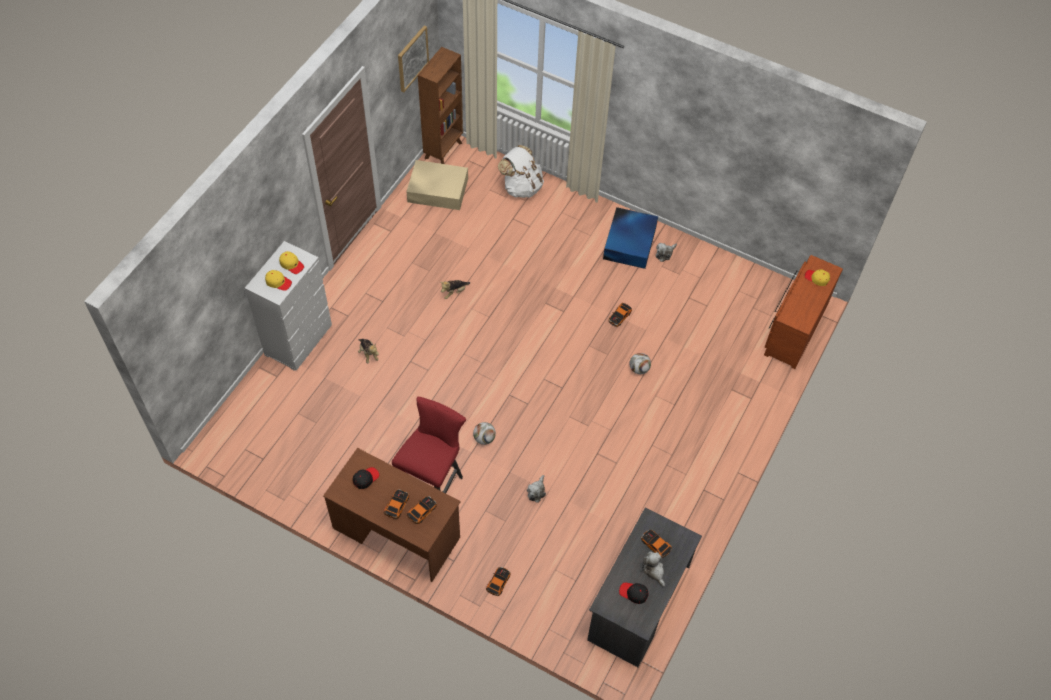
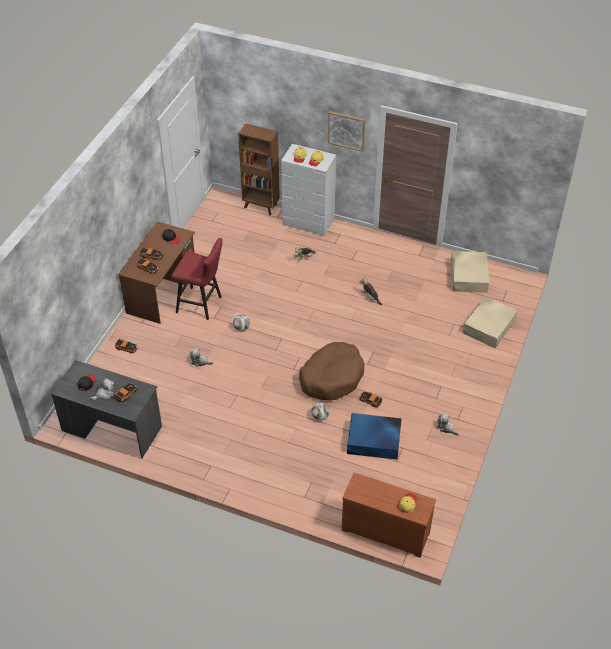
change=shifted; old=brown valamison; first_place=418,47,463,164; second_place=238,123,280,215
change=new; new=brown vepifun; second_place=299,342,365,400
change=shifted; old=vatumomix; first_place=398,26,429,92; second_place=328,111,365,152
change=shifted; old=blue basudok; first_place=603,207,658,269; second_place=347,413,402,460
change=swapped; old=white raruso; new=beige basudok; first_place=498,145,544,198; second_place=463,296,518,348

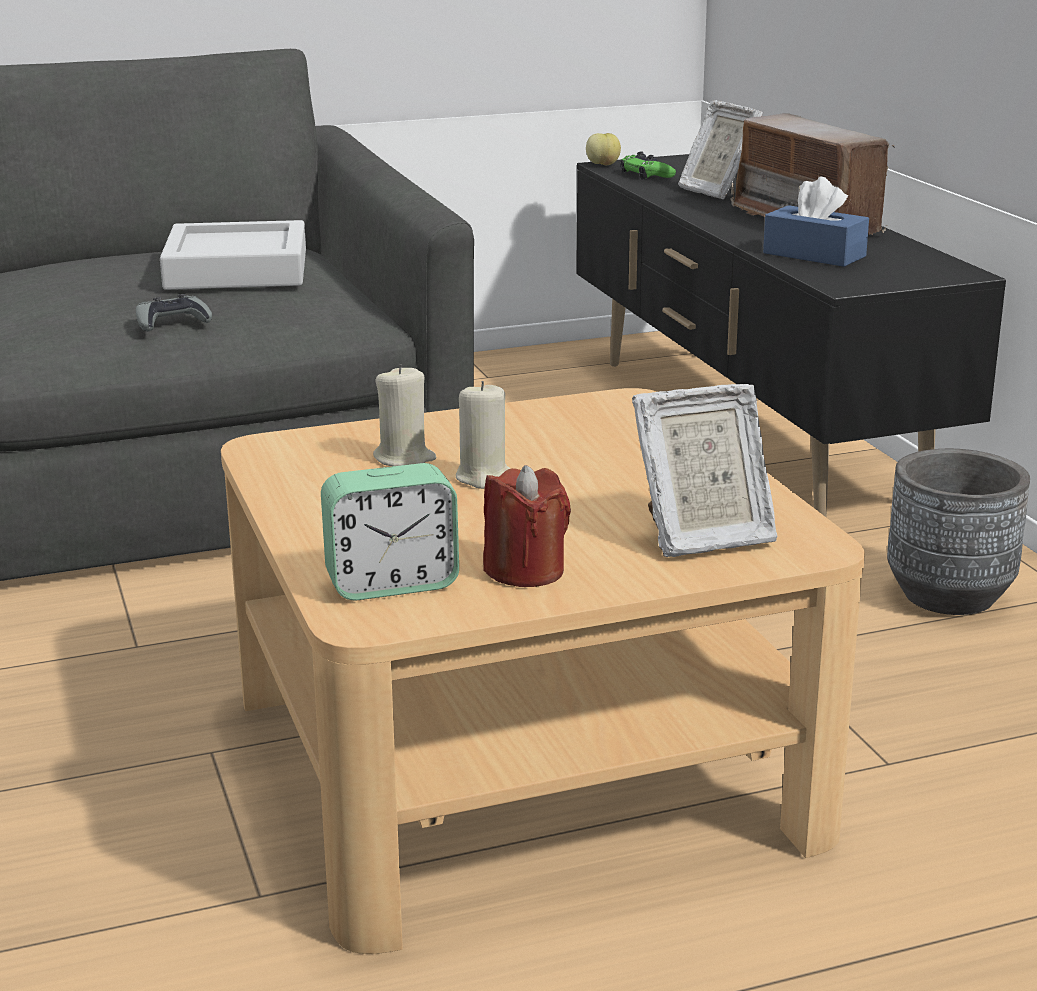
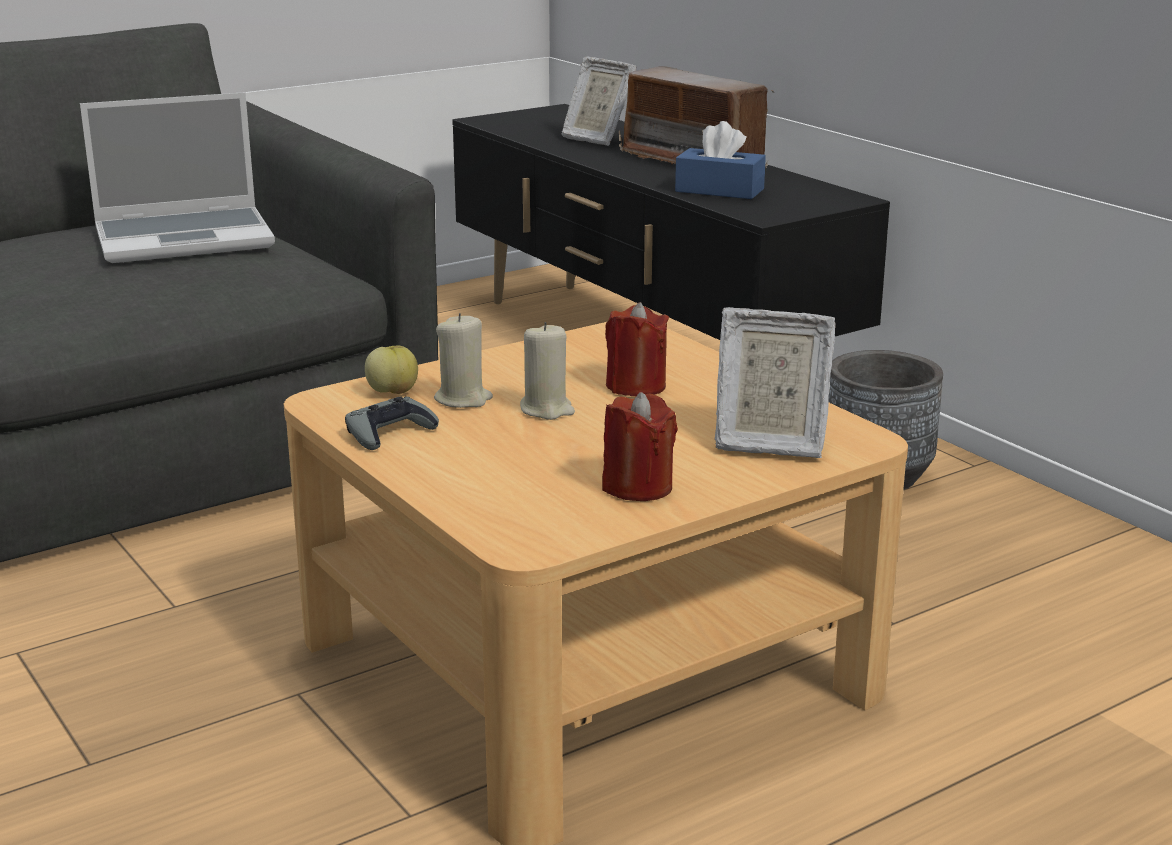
change=swapped; old=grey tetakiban; new=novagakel; first_place=160,220,306,290; second_place=80,92,275,263
change=shifted; old=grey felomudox; first_place=136,294,212,332; second_place=345,397,439,450
change=shifted; old=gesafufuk; first_place=586,133,621,165; second_place=365,345,418,394
change=new; new=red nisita; second_place=605,302,669,396
change=rotated; old=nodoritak; first_place=632,384,777,557; second_place=715,307,836,458; degrees=45
change=gone; old=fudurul; first_place=321,463,459,600
change=gone; old=green felomudox; first_place=621,151,676,180

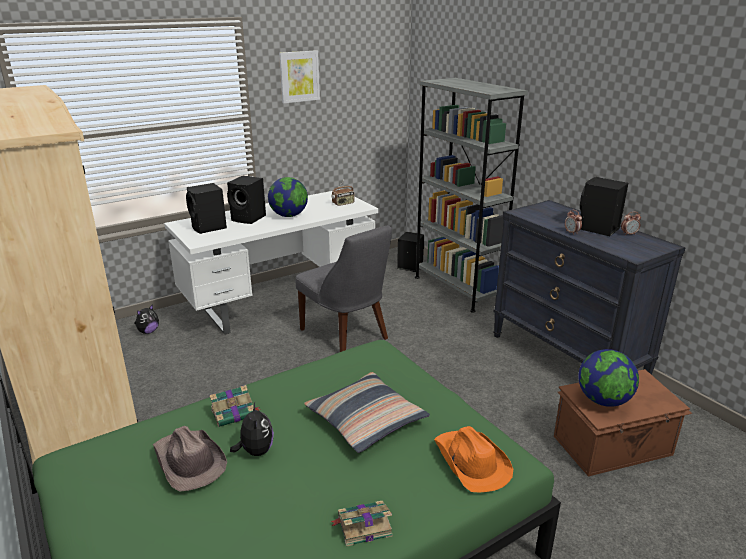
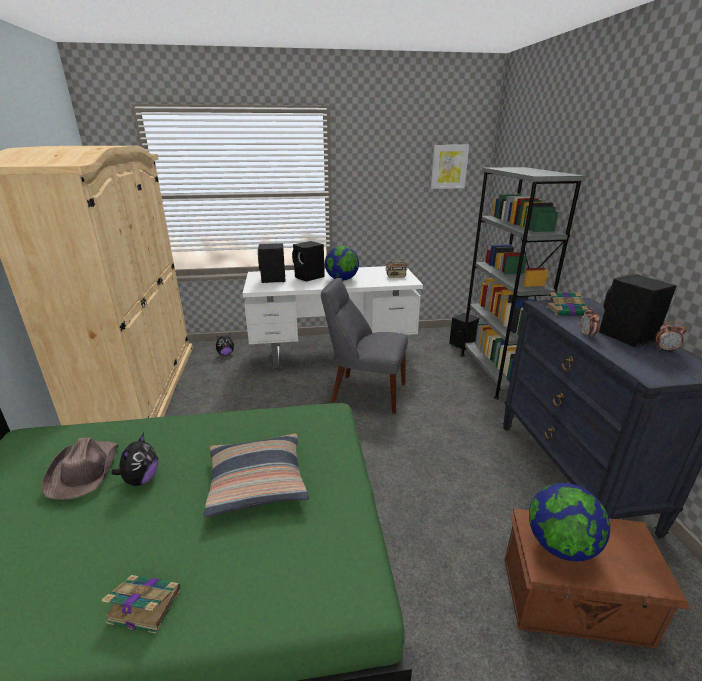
change=rotated; old=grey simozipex; first_place=296,225,392,352; second_place=321,278,408,414; degrees=120
change=shifted; old=vatumomix; first_place=279,50,320,103; second_place=431,145,469,189
change=shifted; old=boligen; first_place=209,385,261,427; second_place=546,292,588,316
change=gone; old=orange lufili; first_place=434,426,513,492

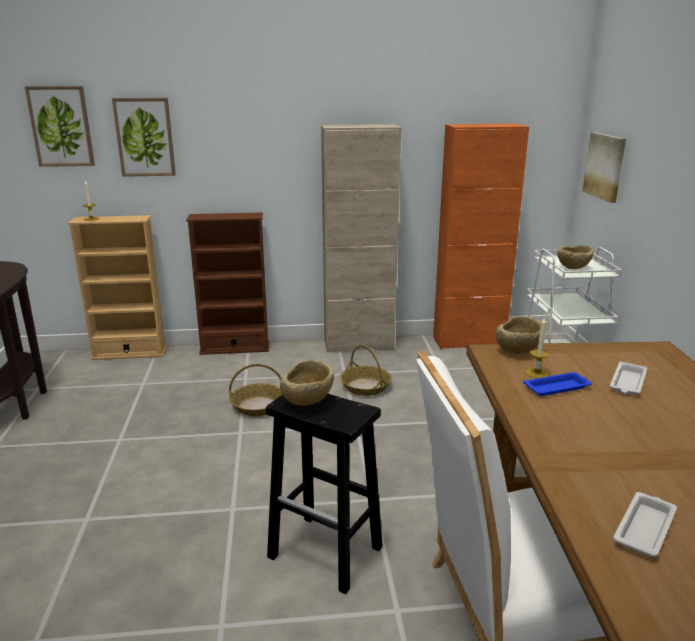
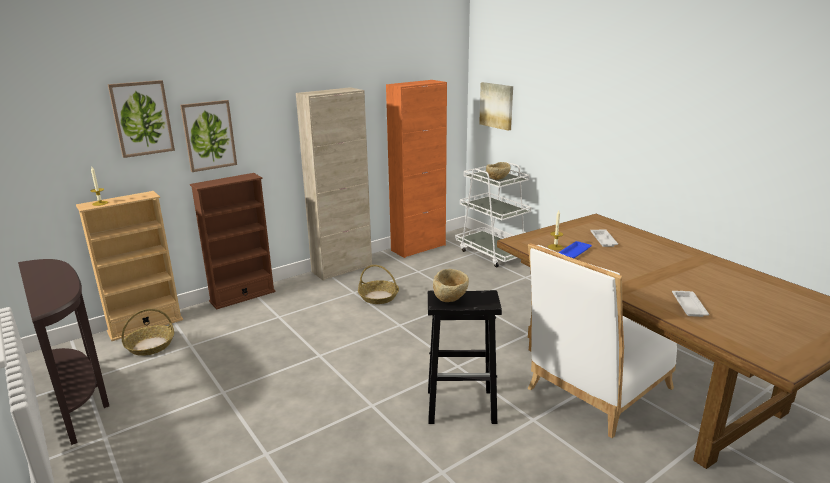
change=shifted; old=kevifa; first_place=229,364,282,416; second_place=122,309,174,356
change=shifted; old=vatumomix; first_place=25,86,95,167; second_place=180,100,237,172
change=gone; old=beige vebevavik; first_place=496,316,541,354

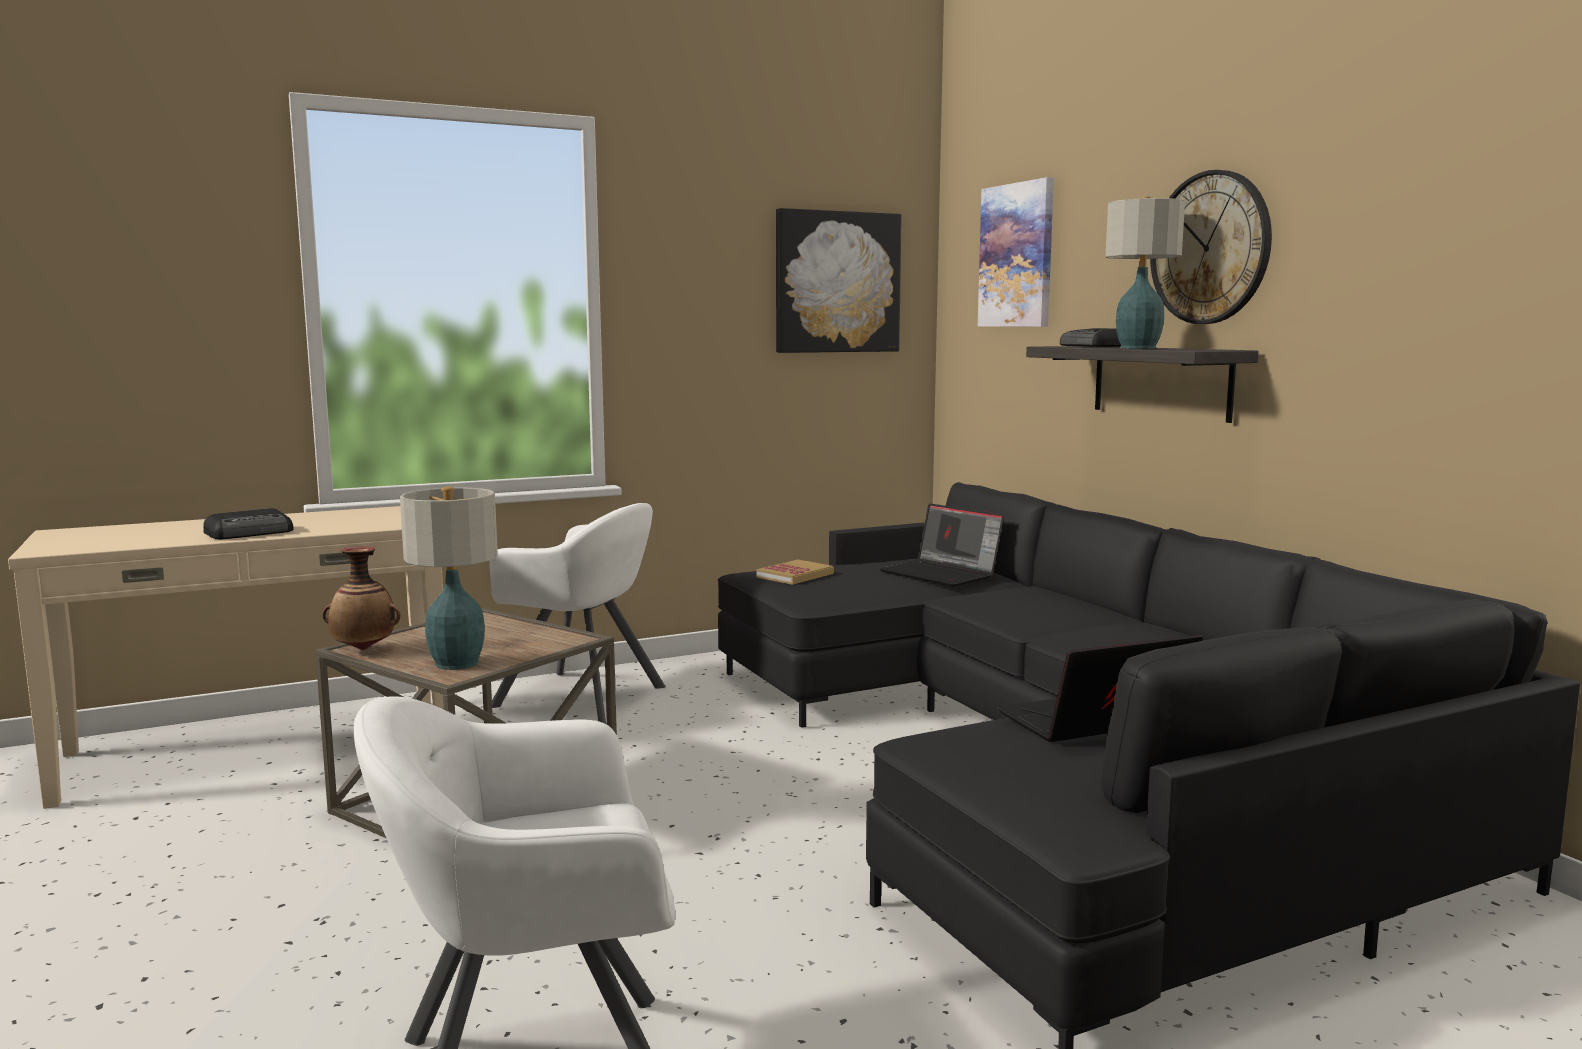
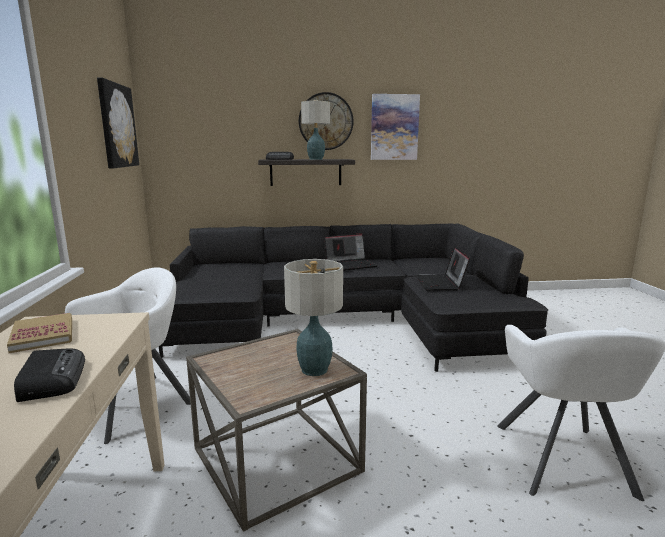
change=shifted; old=boligen; first_place=756,560,834,585; second_place=7,313,72,353
change=shifted; old=novagakel; first_place=880,503,1004,587; second_place=324,233,378,271
change=shifted; old=vatumomix; first_place=978,177,1054,327; second_place=371,94,420,160
change=gone; old=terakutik; first_place=323,546,400,650

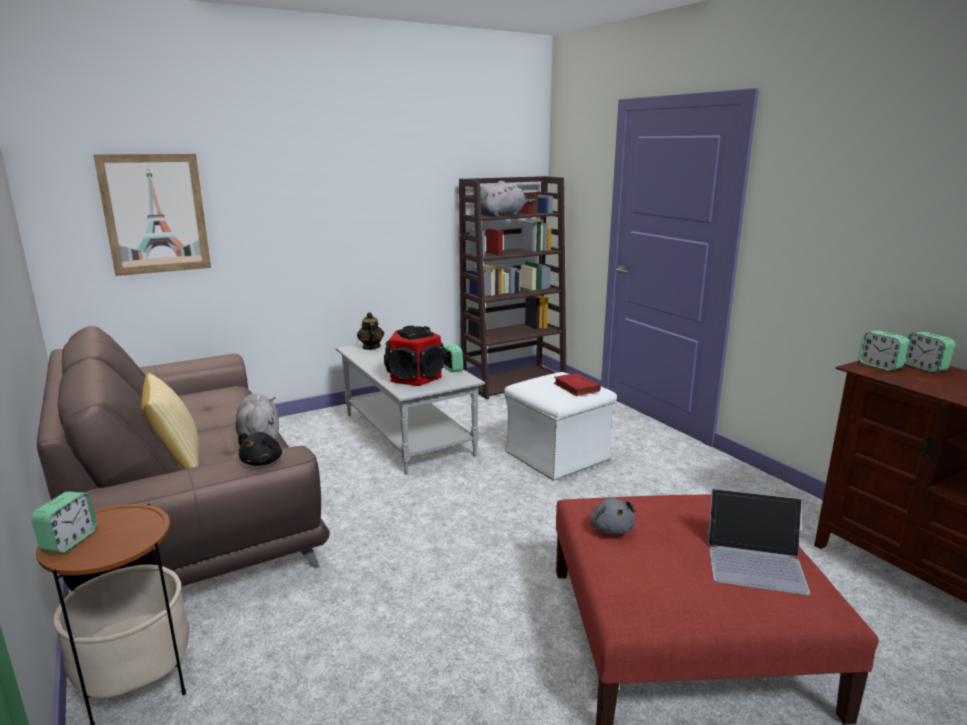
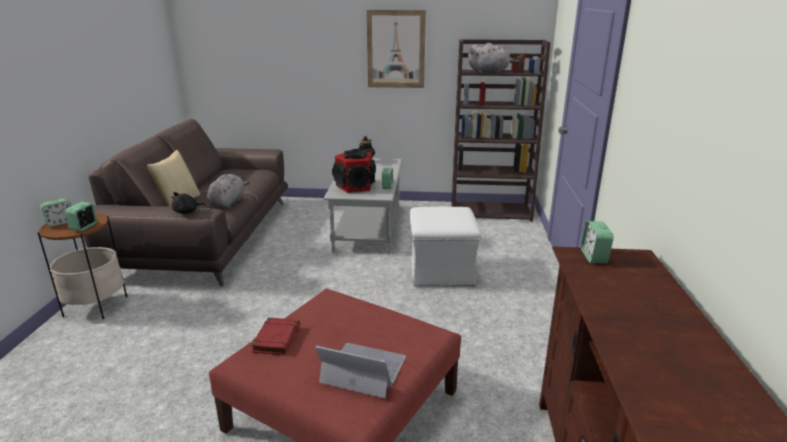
change=shifted; old=fudurul; first_place=904,332,955,373; second_place=65,202,97,231
change=shifted; old=red boligen; first_place=554,373,601,396; second_place=251,317,300,355
change=rotated; old=novagakel; first_place=707,488,811,595; second_place=315,343,406,399; degrees=150
change=shifted; old=vatumomix; first_place=94,154,211,276; second_place=367,10,426,88
change=gone; old=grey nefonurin; first_place=590,498,635,535

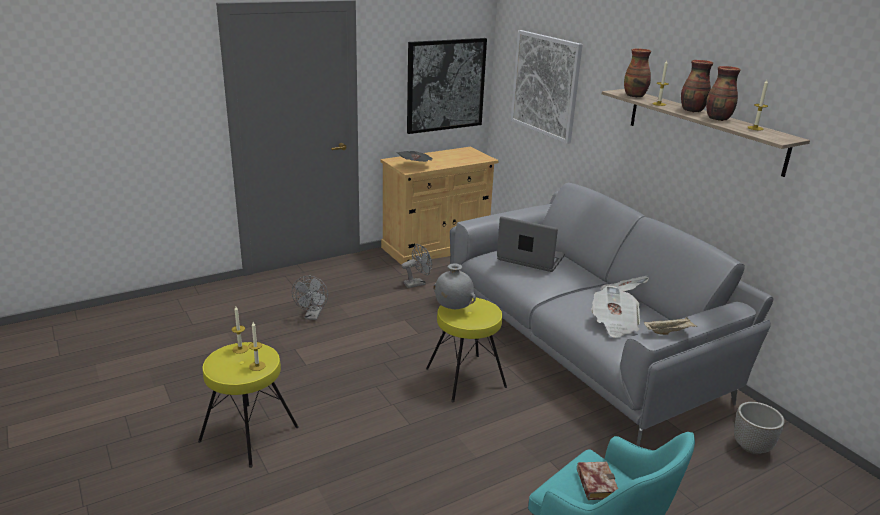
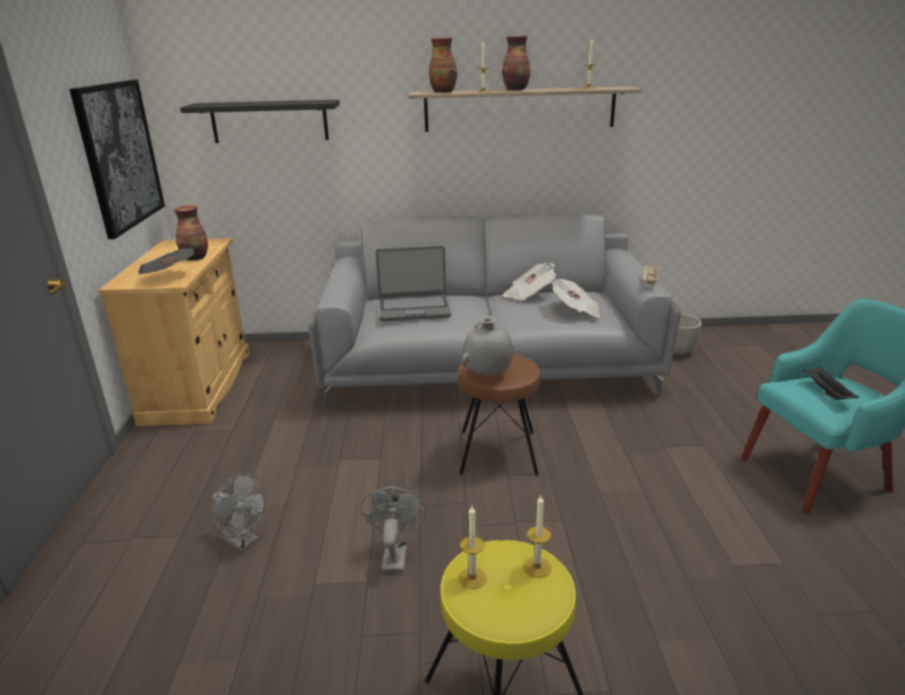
change=shifted; old=terakutik; first_place=706,66,741,121; second_place=174,205,208,260
change=swapped; old=vatumomix; new=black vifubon; first_place=511,30,583,144; second_place=180,100,340,143
change=shifted; old=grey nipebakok; first_place=401,244,432,288; second_place=361,486,426,573
change=rotated; old=novagakel; first_place=497,216,565,272; second_place=376,246,451,322; degrees=-150
change=repainted; old=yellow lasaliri; new=brown lasaliri; first_place=426,298,507,402; second_place=458,353,540,476
change=swapped; old=boligen; new=black tetakiban; first_place=577,462,618,500; second_place=804,367,858,400

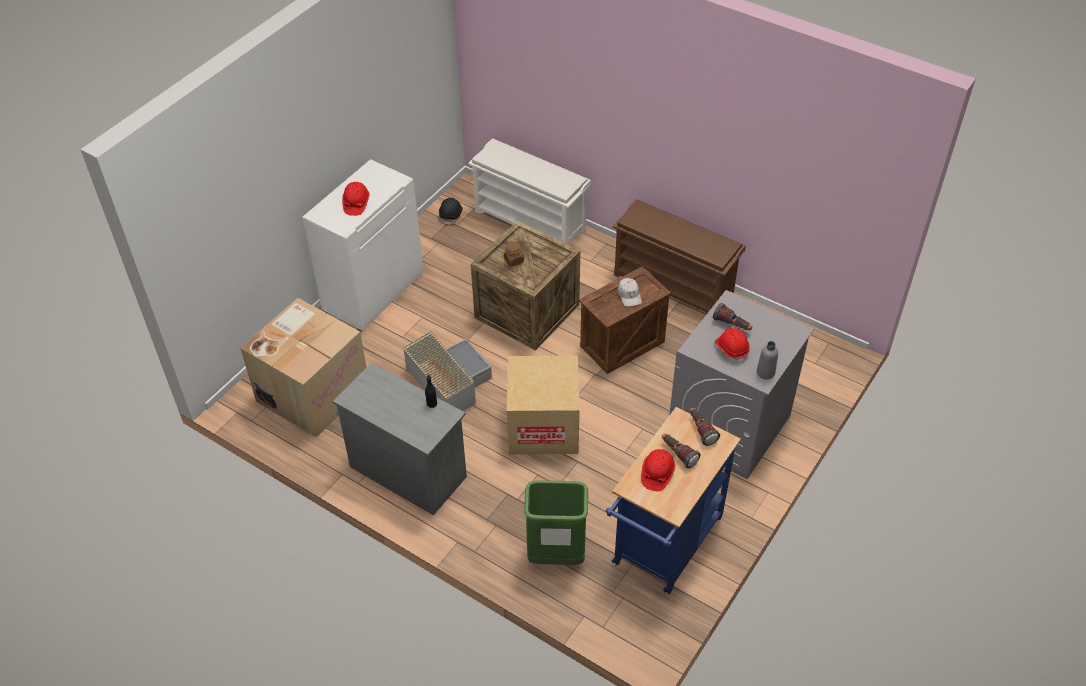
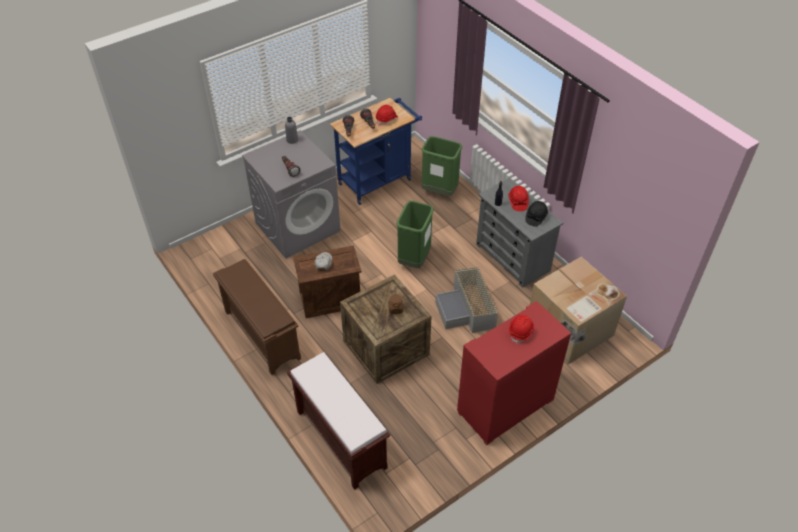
change=swapped; old=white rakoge; new=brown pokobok; first_place=468,138,591,245; second_place=287,352,390,490
change=swapped; old=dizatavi; new=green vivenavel; first_place=507,356,580,454; second_place=396,201,434,268
change=repainted; old=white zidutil; new=red zidutil; first_place=302,159,424,332; second_place=457,301,571,445
change=shifted; old=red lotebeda; first_place=715,328,750,363; second_place=508,186,529,211
change=shifted; old=black lotebeda; first_place=439,198,463,226; second_place=525,201,548,227

